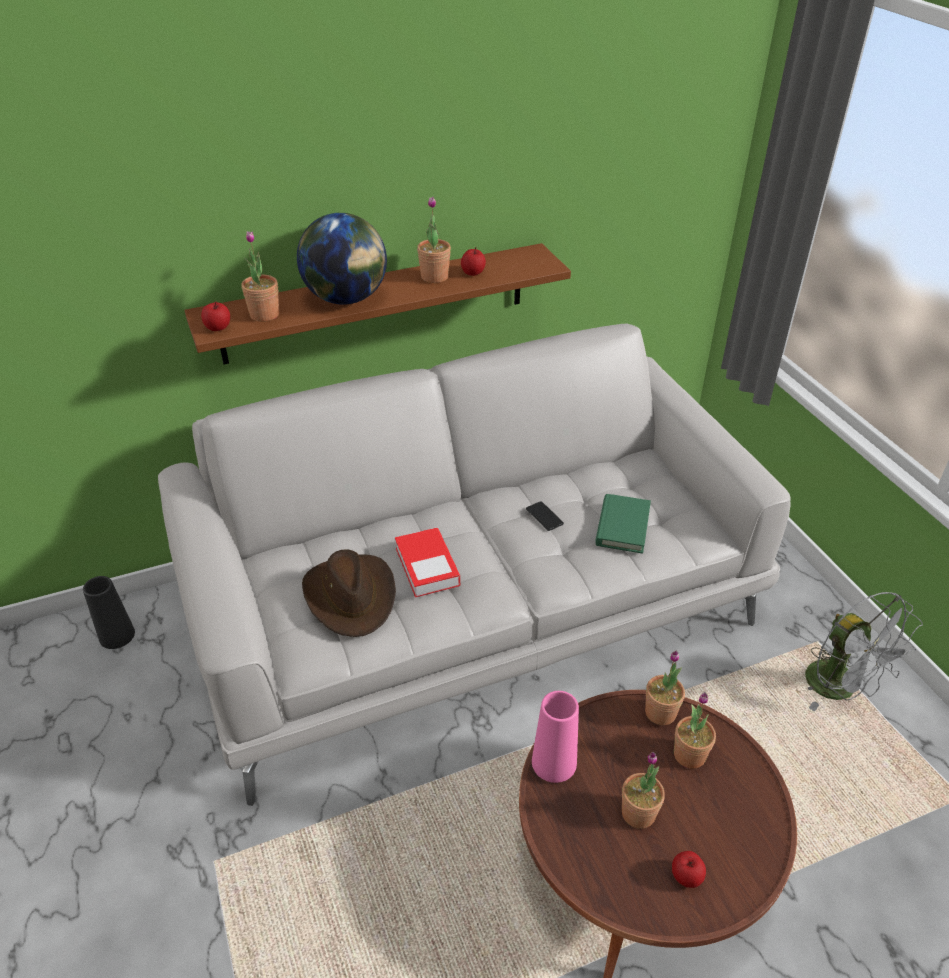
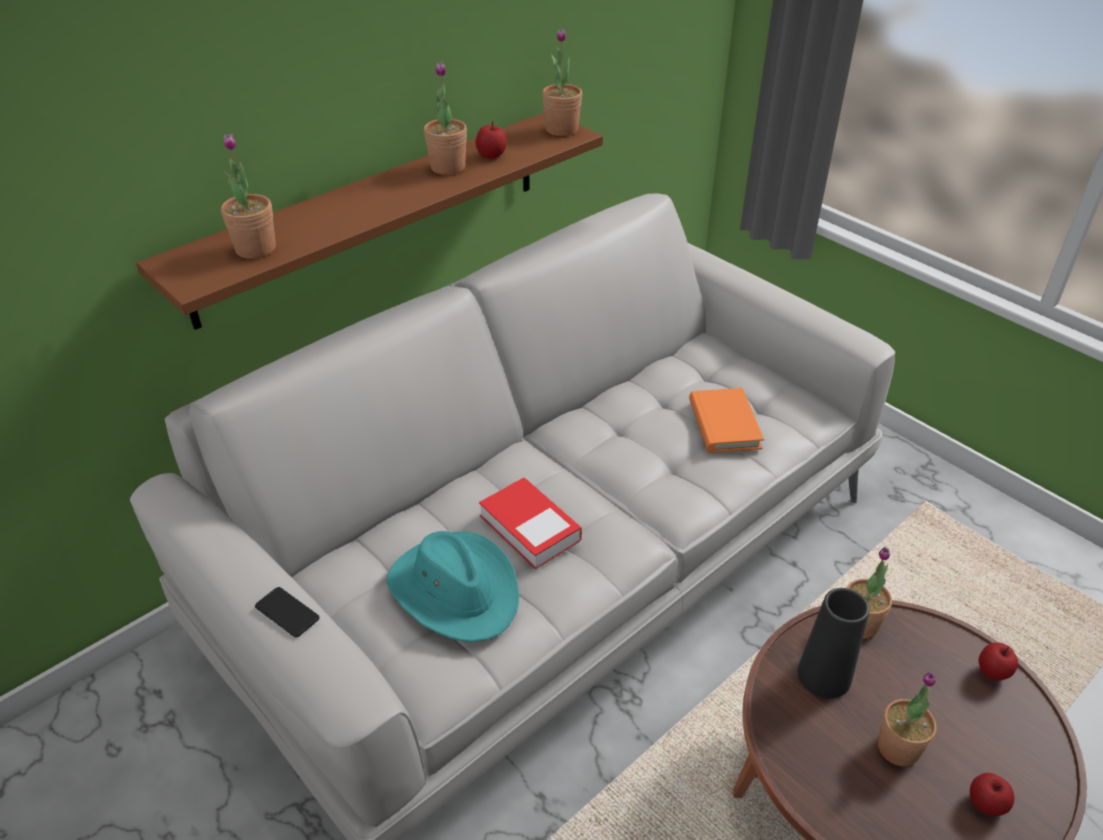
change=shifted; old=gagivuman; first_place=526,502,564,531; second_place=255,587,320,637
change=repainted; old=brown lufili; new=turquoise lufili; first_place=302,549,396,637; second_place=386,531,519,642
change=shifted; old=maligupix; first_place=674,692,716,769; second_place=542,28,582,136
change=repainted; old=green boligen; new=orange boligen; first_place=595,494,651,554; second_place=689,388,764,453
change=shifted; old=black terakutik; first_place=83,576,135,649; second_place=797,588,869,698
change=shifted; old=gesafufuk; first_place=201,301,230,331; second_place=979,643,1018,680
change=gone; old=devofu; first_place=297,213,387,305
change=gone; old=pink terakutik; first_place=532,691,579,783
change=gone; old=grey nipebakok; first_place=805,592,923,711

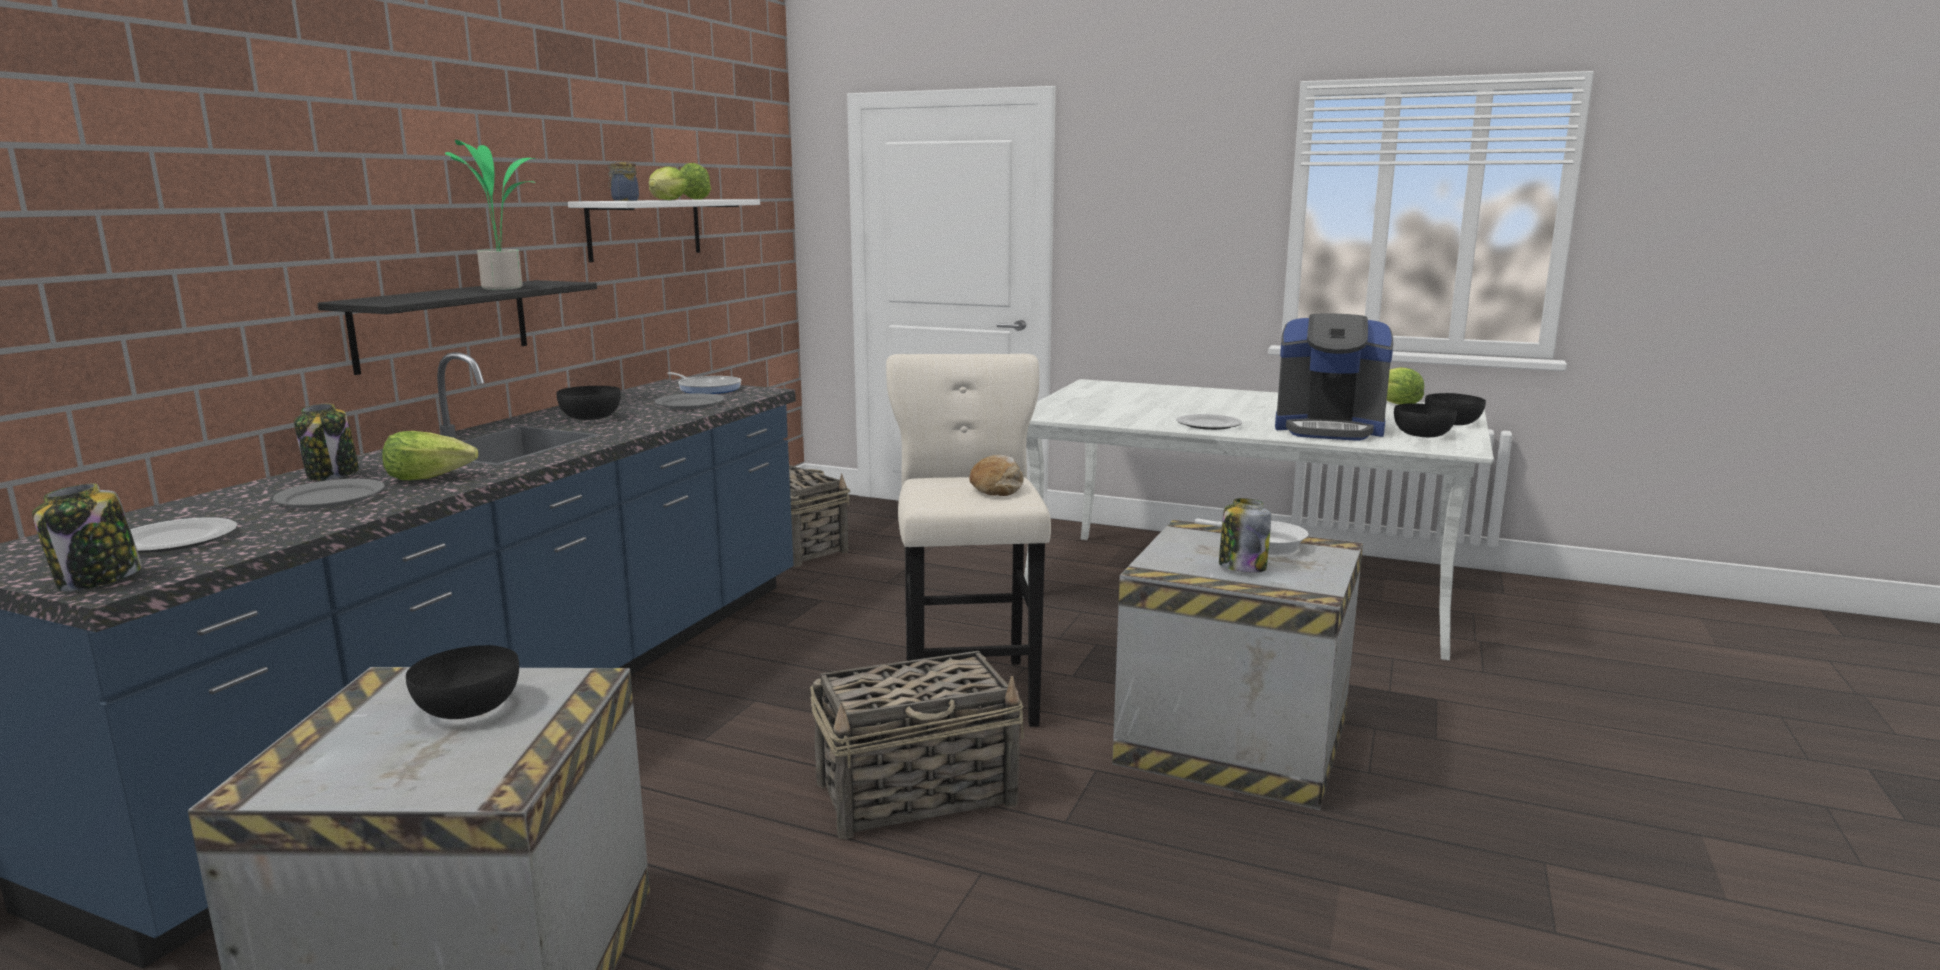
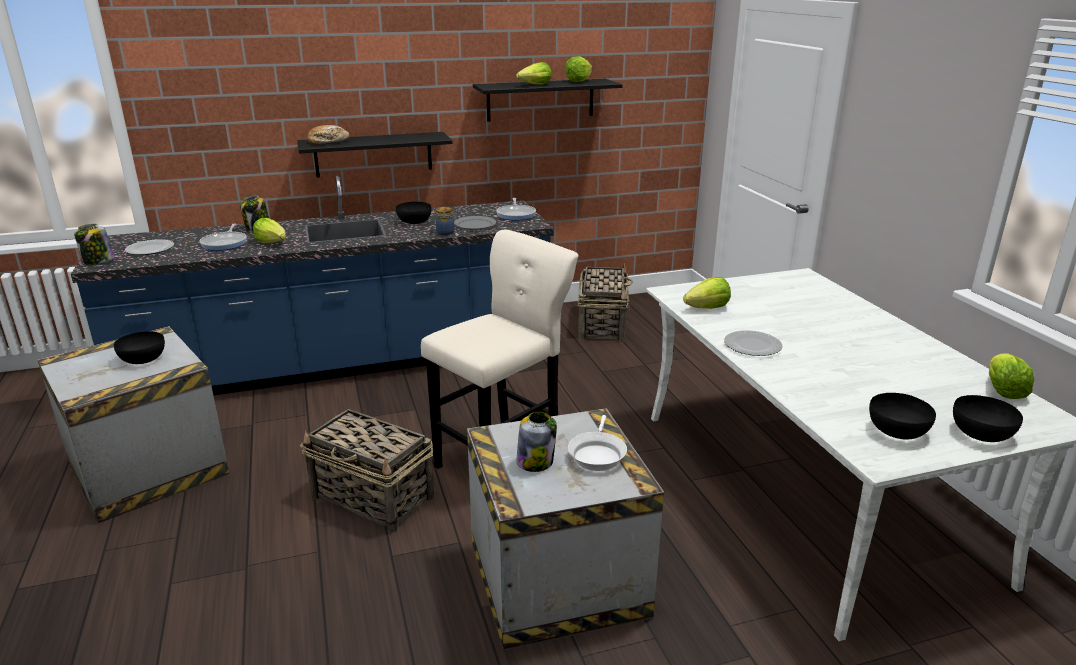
change=swapped; old=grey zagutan; new=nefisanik; first_place=273,479,385,509; second_place=199,223,247,251
change=shifted; old=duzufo; first_place=969,455,1024,496; second_place=307,125,350,145
change=shifted; old=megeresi; first_place=608,162,639,201; second_place=434,207,455,235
change=repainted; old=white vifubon; new=black vifubon; first_place=568,199,760,262; second_place=473,79,622,121
change=new; new=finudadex; second_place=683,277,731,309
change=gone; old=maligupix; first_place=445,140,535,290
change=gone; old=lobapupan; first_place=1275,313,1393,441

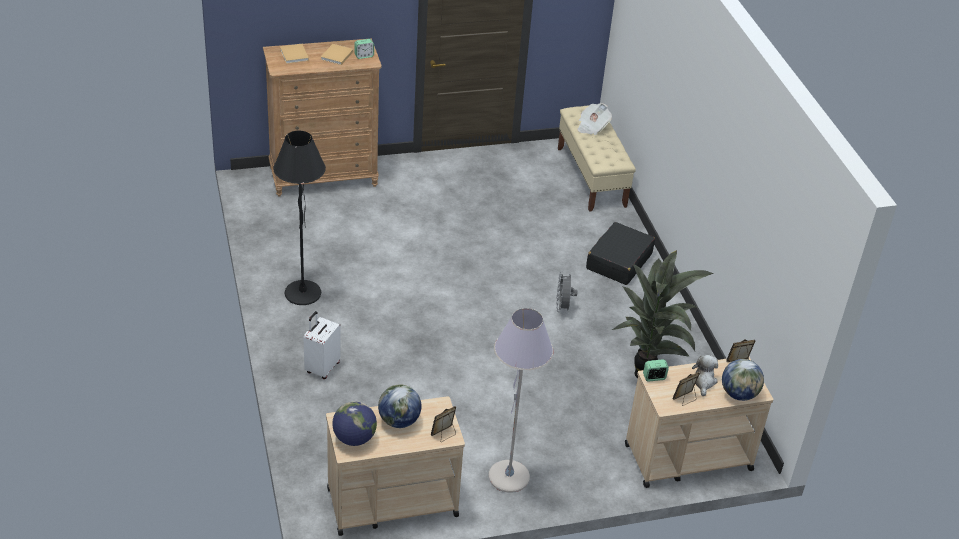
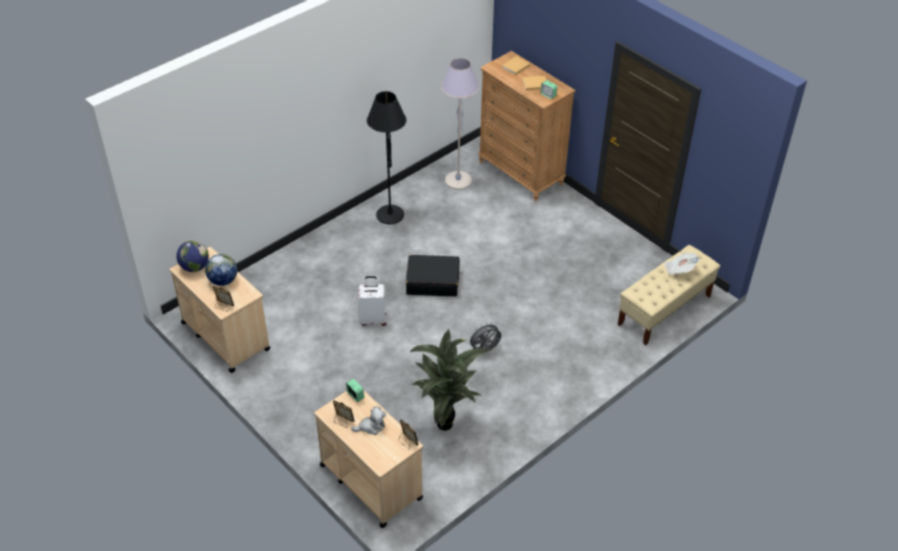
change=shifted; old=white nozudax; first_place=303,311,341,379; second_place=358,276,386,326
change=shifted; old=black nozudax; first_place=586,222,655,285; second_place=406,255,460,296
change=shifted; old=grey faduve; first_place=488,308,554,493; second_place=441,58,479,189
change=gone; old=devofu; first_place=722,359,764,401

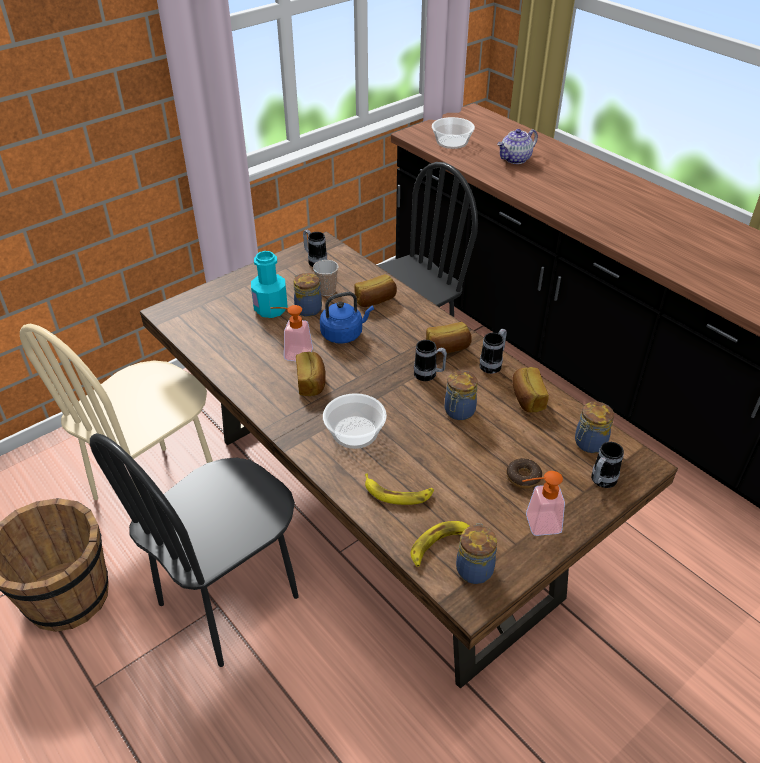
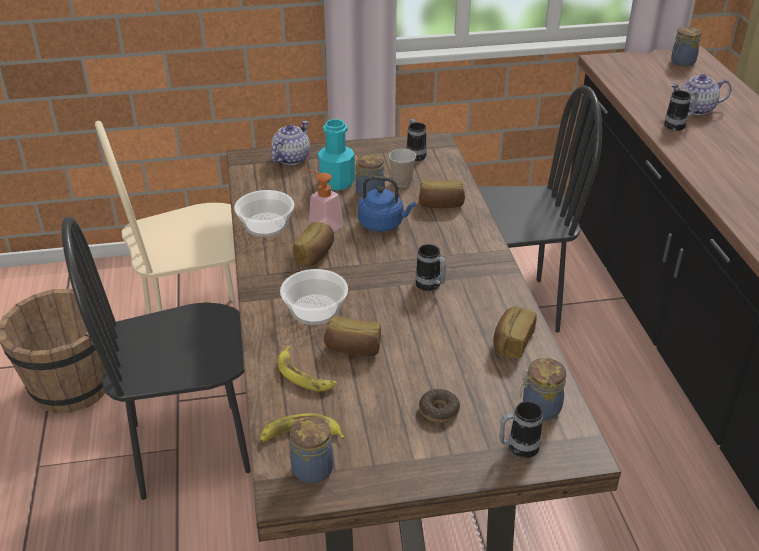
change=shifted; old=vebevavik; first_place=432,117,475,149; second_place=234,190,294,237
change=new; new=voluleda; second_place=271,121,310,165
change=shifted; old=duzufo; first_place=426,322,472,354; second_place=324,316,381,356
change=shifted; old=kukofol; first_place=479,328,507,374; second_place=664,90,698,131
change=shifted; old=megeresi; first_place=445,370,478,420; second_place=671,27,702,67
change=gone; old=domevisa; first_place=522,471,565,536

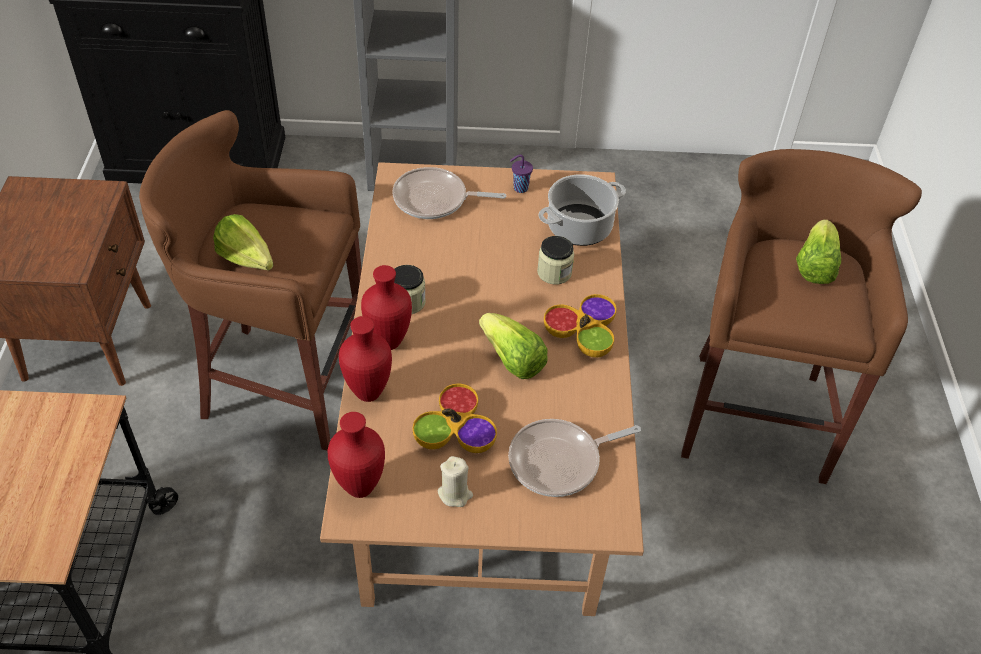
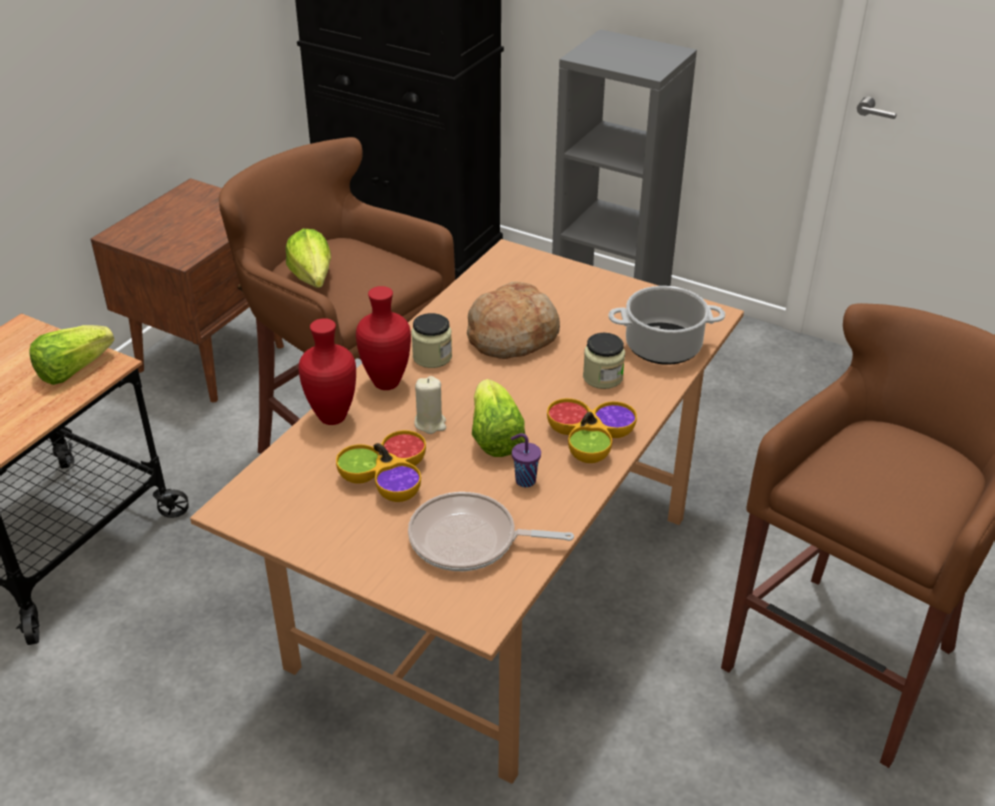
change=shifted; old=finudadex; first_place=796,220,841,284; second_place=29,325,114,385
change=shifted; old=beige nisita; first_place=438,456,473,507; second_place=414,376,446,434
change=new; new=duzufo; second_place=467,282,560,359
change=shifted; old=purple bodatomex; first_place=510,154,533,193; second_place=511,433,541,487
change=gone; old=red terakutik; first_place=328,412,385,498
change=gone; old=nefisanik; first_place=392,167,506,219

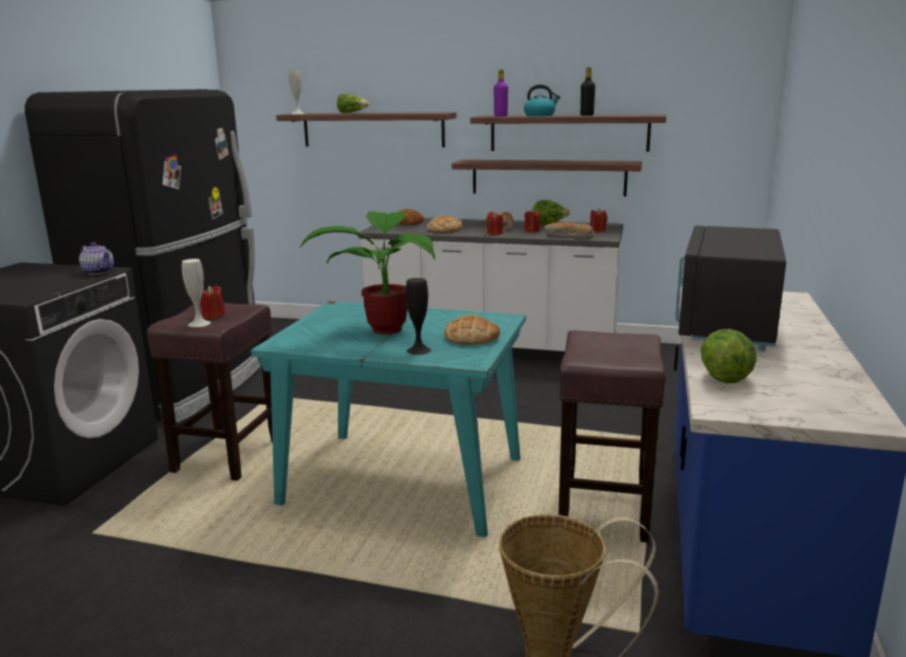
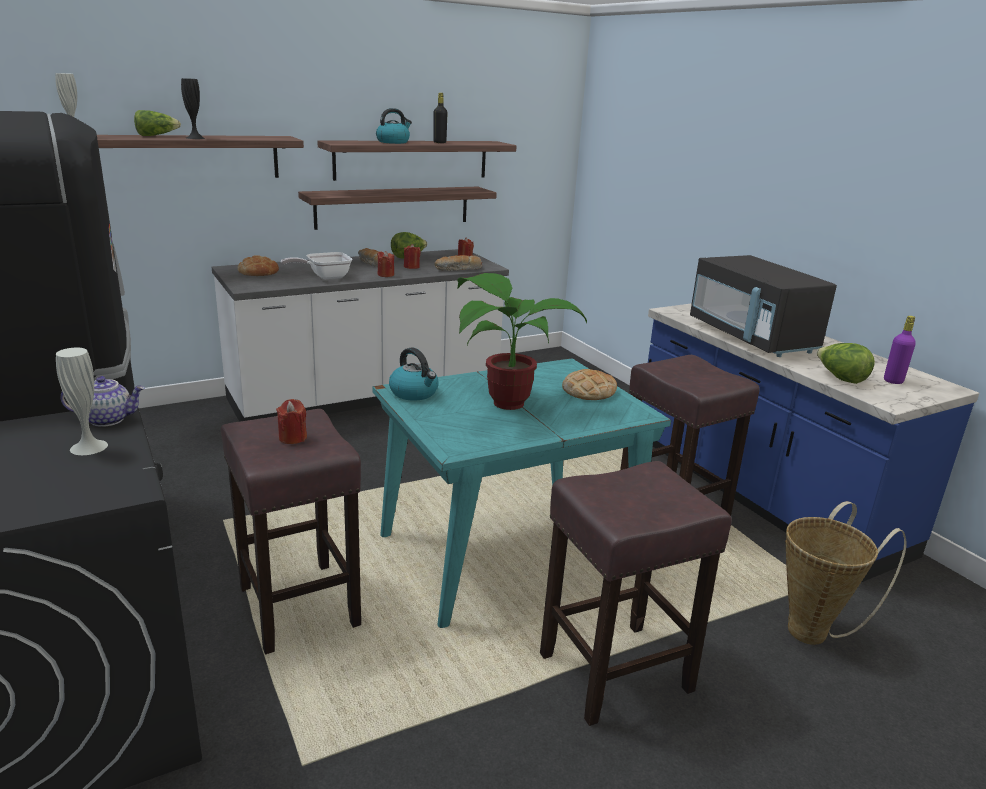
change=shifted; old=white terakutik; first_place=182,259,211,327; second_place=56,348,108,455
change=shifted; old=black terakutik; first_place=406,278,431,355; second_place=181,78,205,139
change=swapped; old=duzufo; new=nefisanik; first_place=427,216,462,233; second_place=280,252,352,279
change=new; new=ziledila; second_place=389,348,439,401
change=new; new=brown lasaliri; second_place=540,461,732,726
change=shifted; old=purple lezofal; first_place=494,69,508,116; second_place=884,316,916,384

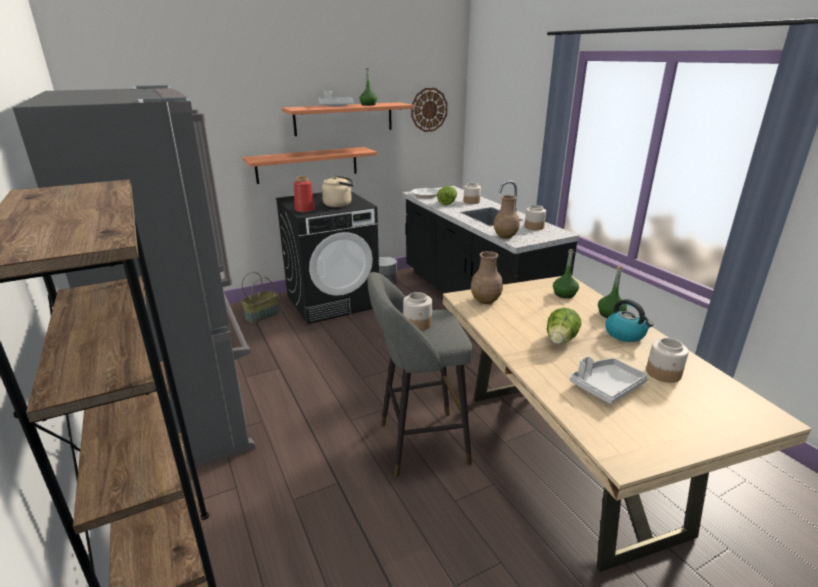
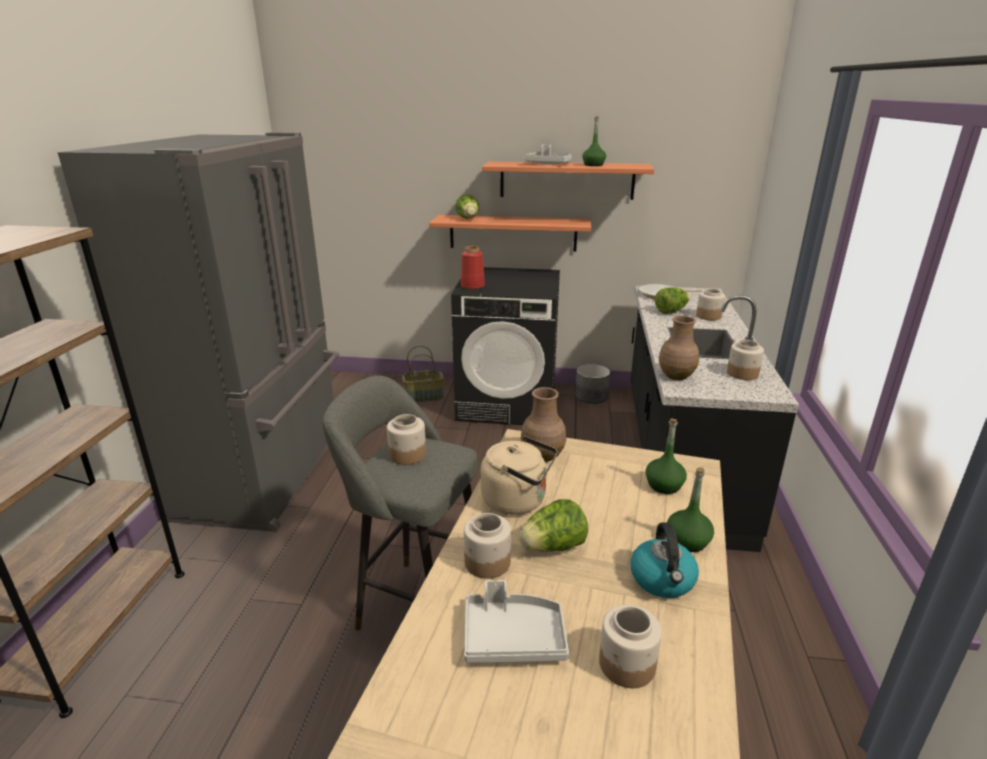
change=new; new=finudadex; second_place=455,194,479,219
change=new; new=megeresi; second_place=464,513,511,579
change=shifted; old=beige ziledila; first_place=322,176,354,207; second_place=481,436,557,515
change=gone; old=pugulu; first_place=411,88,448,132

